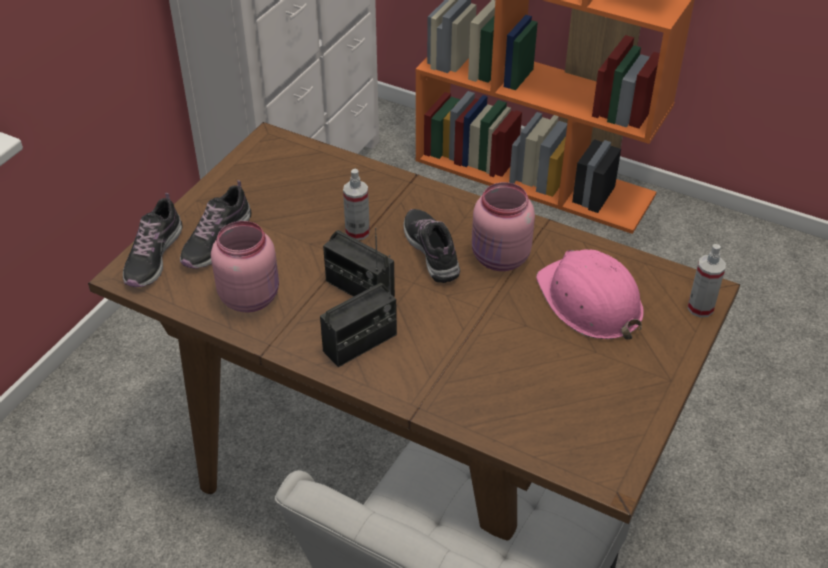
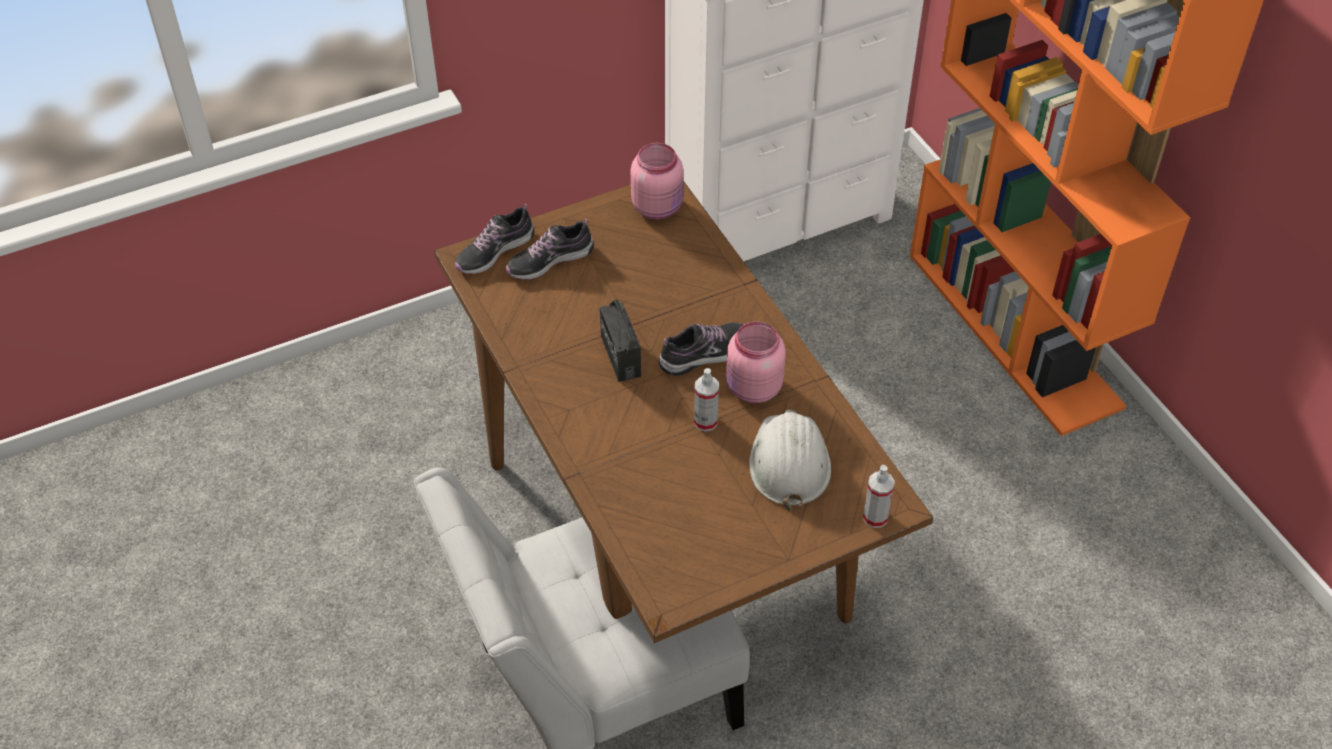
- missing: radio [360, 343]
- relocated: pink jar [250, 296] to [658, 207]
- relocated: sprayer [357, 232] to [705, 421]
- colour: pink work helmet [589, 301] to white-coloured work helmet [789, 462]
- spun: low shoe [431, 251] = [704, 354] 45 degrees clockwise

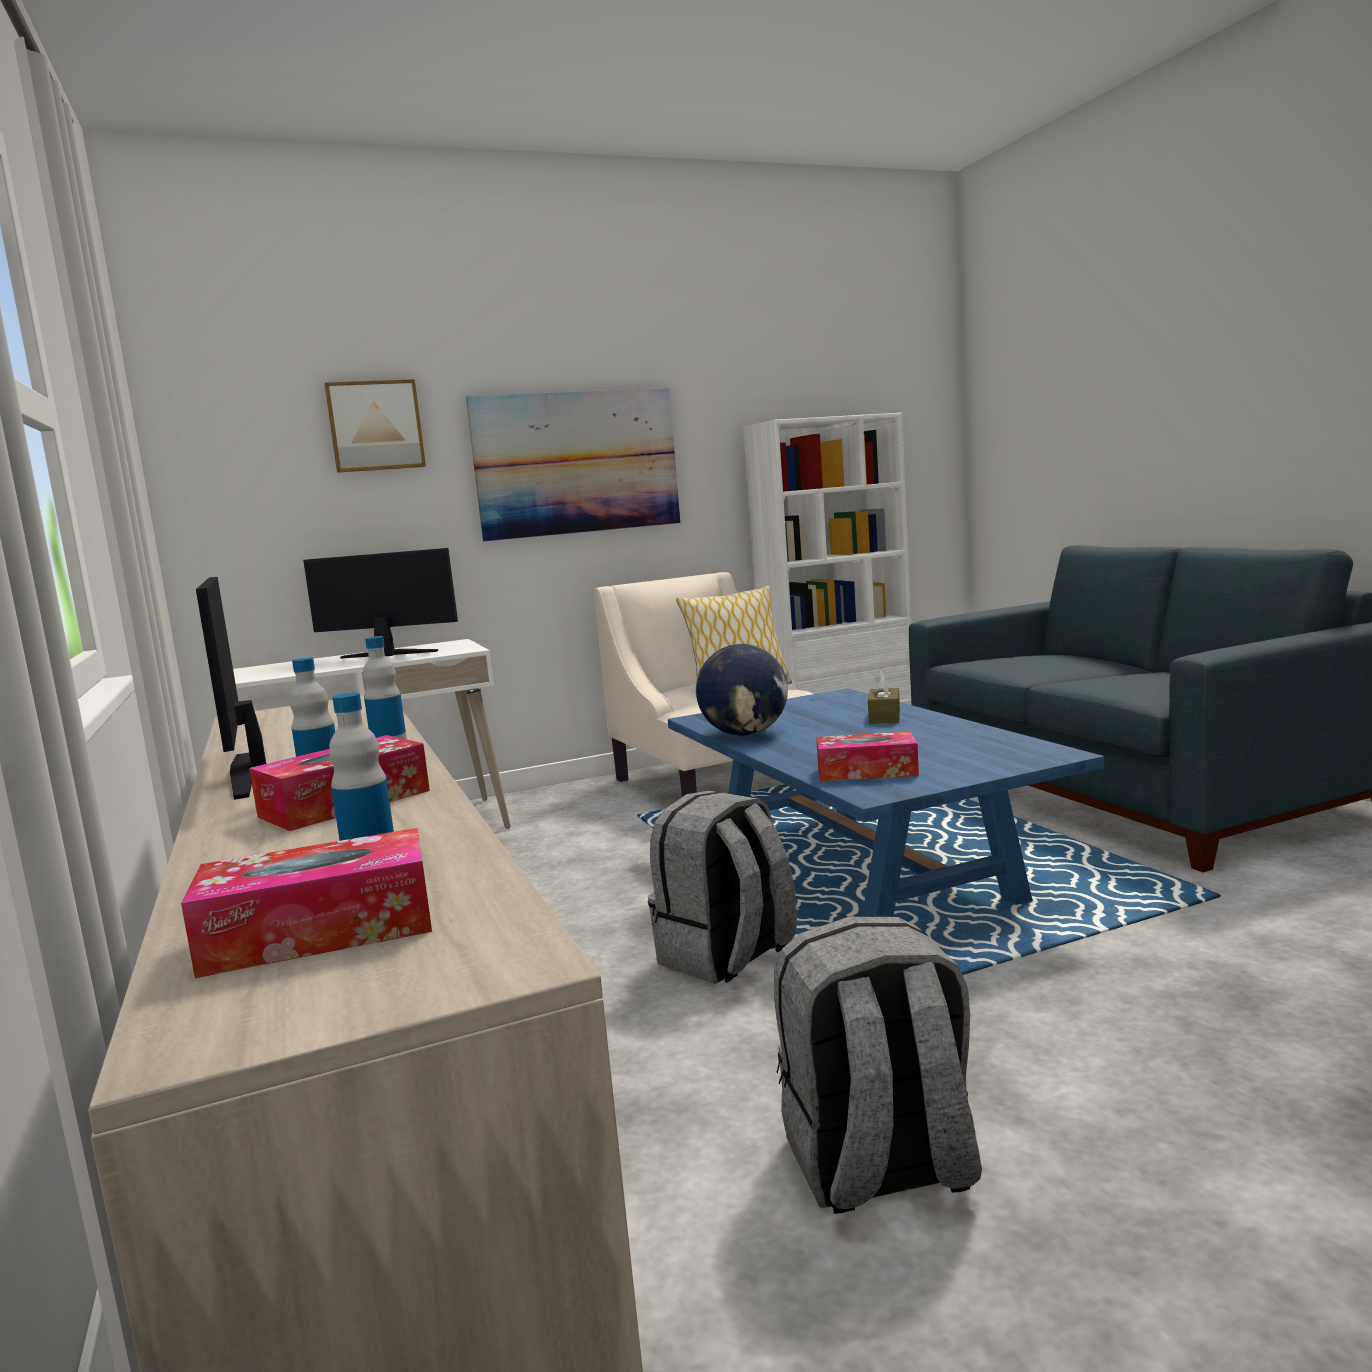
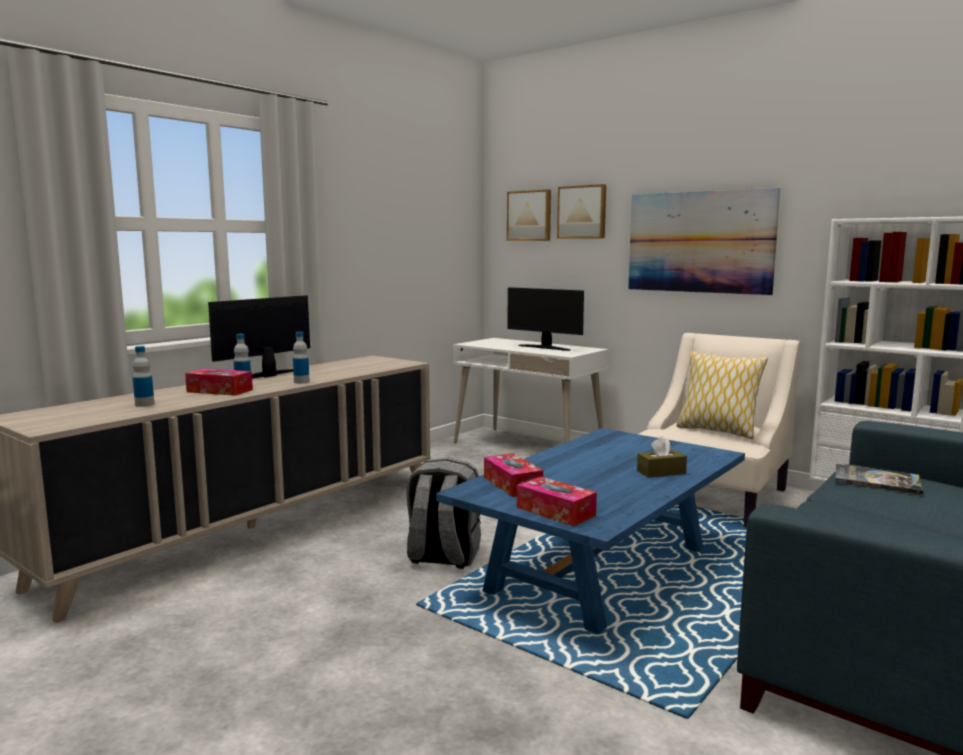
- missing: world globe [745, 734]
- missing: grey knapsack [879, 1167]
- appeared: wall picture [530, 216]
- appeared: bound book [877, 480]
- relocated: tissue holder [320, 931] to [555, 511]
- spun: monitor [387, 655] = [545, 347] 150 degrees clockwise

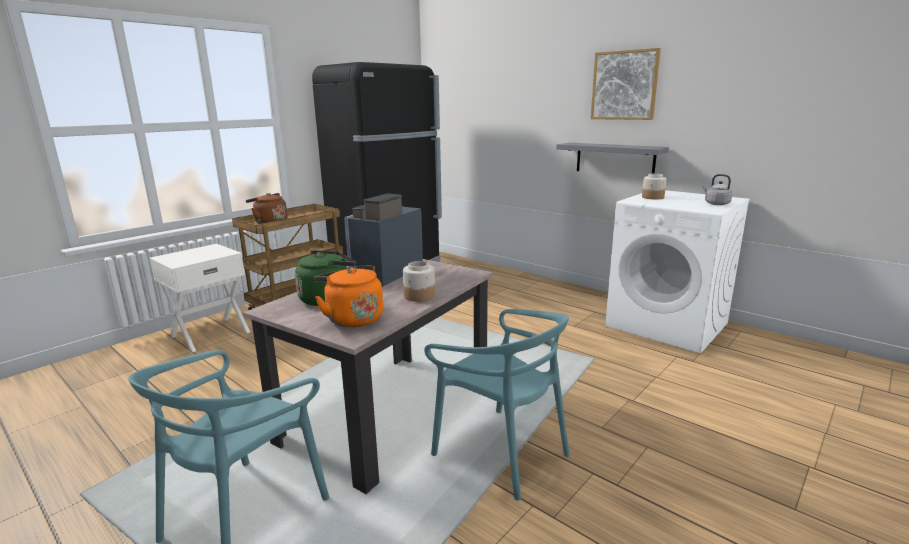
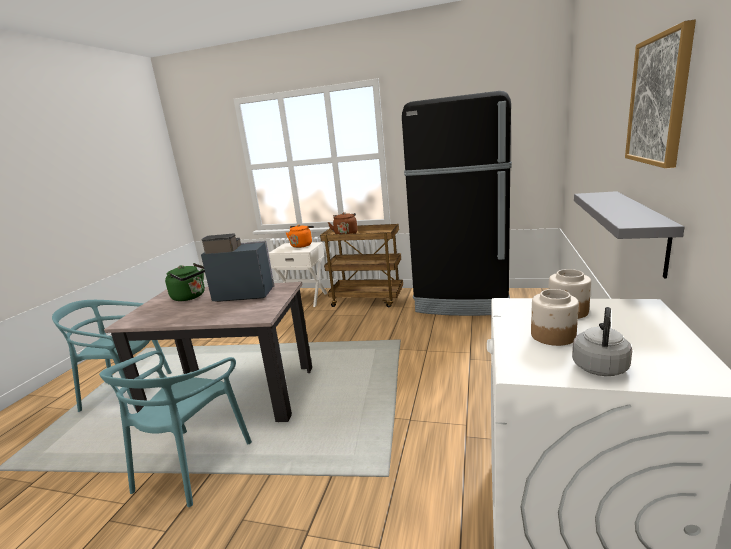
- relocated: orange-coloured water kettle [352, 318] to [302, 245]
- relocated: jar [419, 296] to [552, 336]

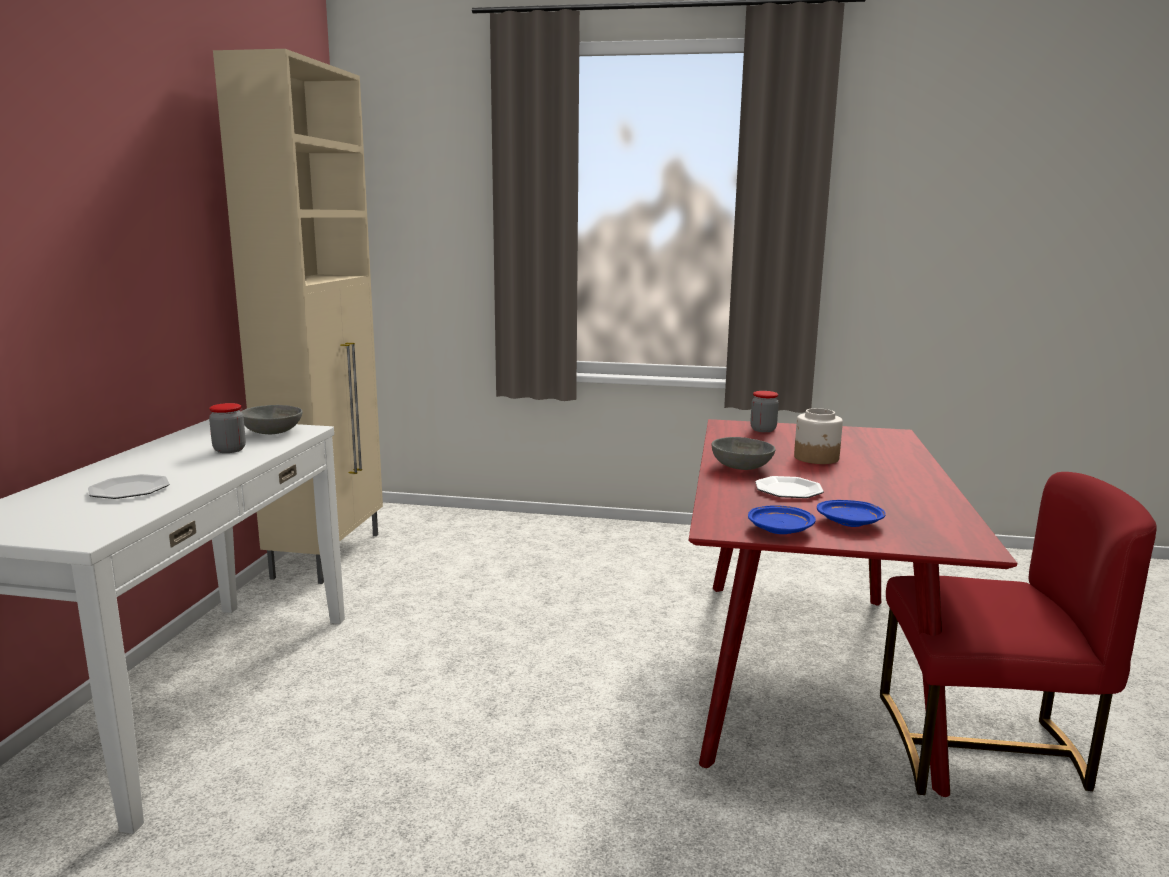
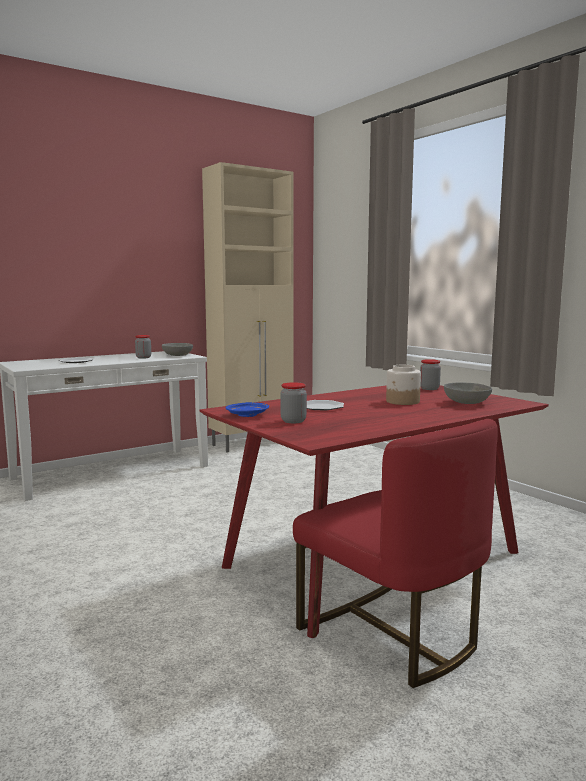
- relocated: grey serving bowl [742, 467] to [467, 403]
- exchanged: bluish dinner plate [850, 523] to jar [293, 421]

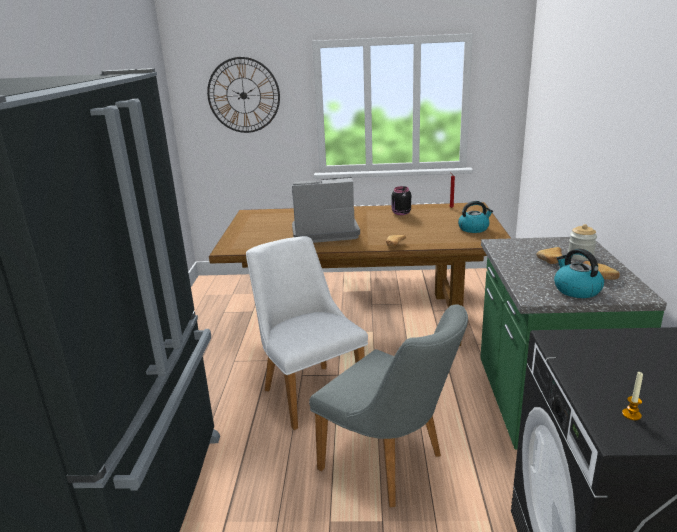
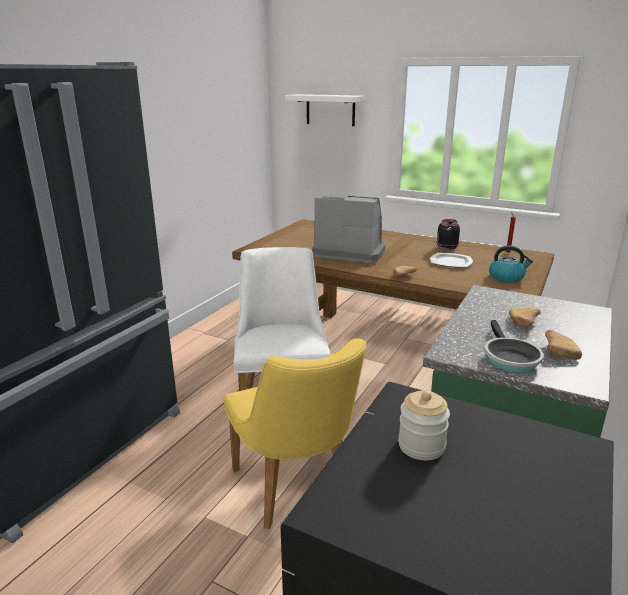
- missing: wax candle [631, 414]
- appeared: dinner plate [451, 262]
- relocated: jar [580, 256] to [421, 446]
- exchanged: hanging clock [243, 95] to white-coloured shelf [330, 110]
- exchanged: water kettle [576, 290] to frying pan [509, 358]
- colour: grey plain chair [391, 465] to yellowish plain chair [297, 491]

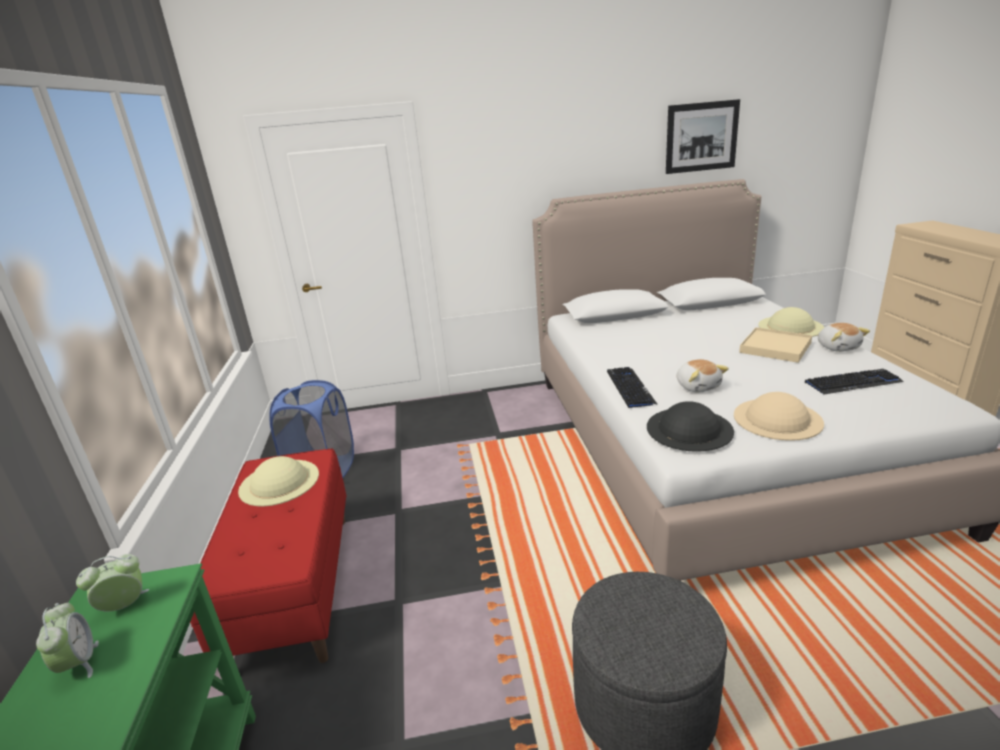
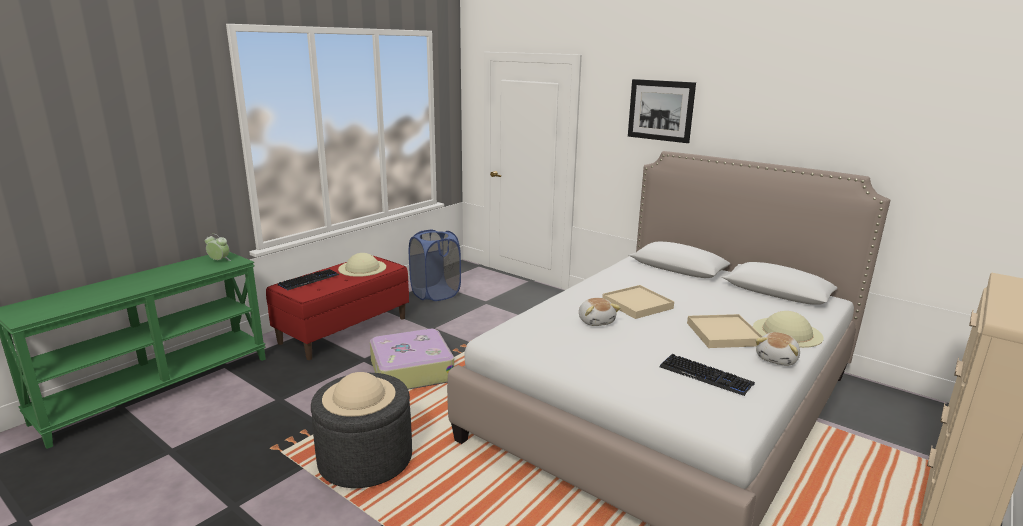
- missing: bedside clock [79, 663]
- missing: black-coloured wearable hat [689, 428]
- appeared: piece of luggage [410, 370]
- appeared: sand-coloured carrying tray [637, 304]
- relocated: PC keyboard [630, 388] to [309, 280]
- relocated: wall picture [701, 137] to [660, 110]
- relocated: sand-coloured wearable hat [777, 419] to [359, 396]
- spun: cuddly toy [698, 386] = [596, 321] 45 degrees counterclockwise

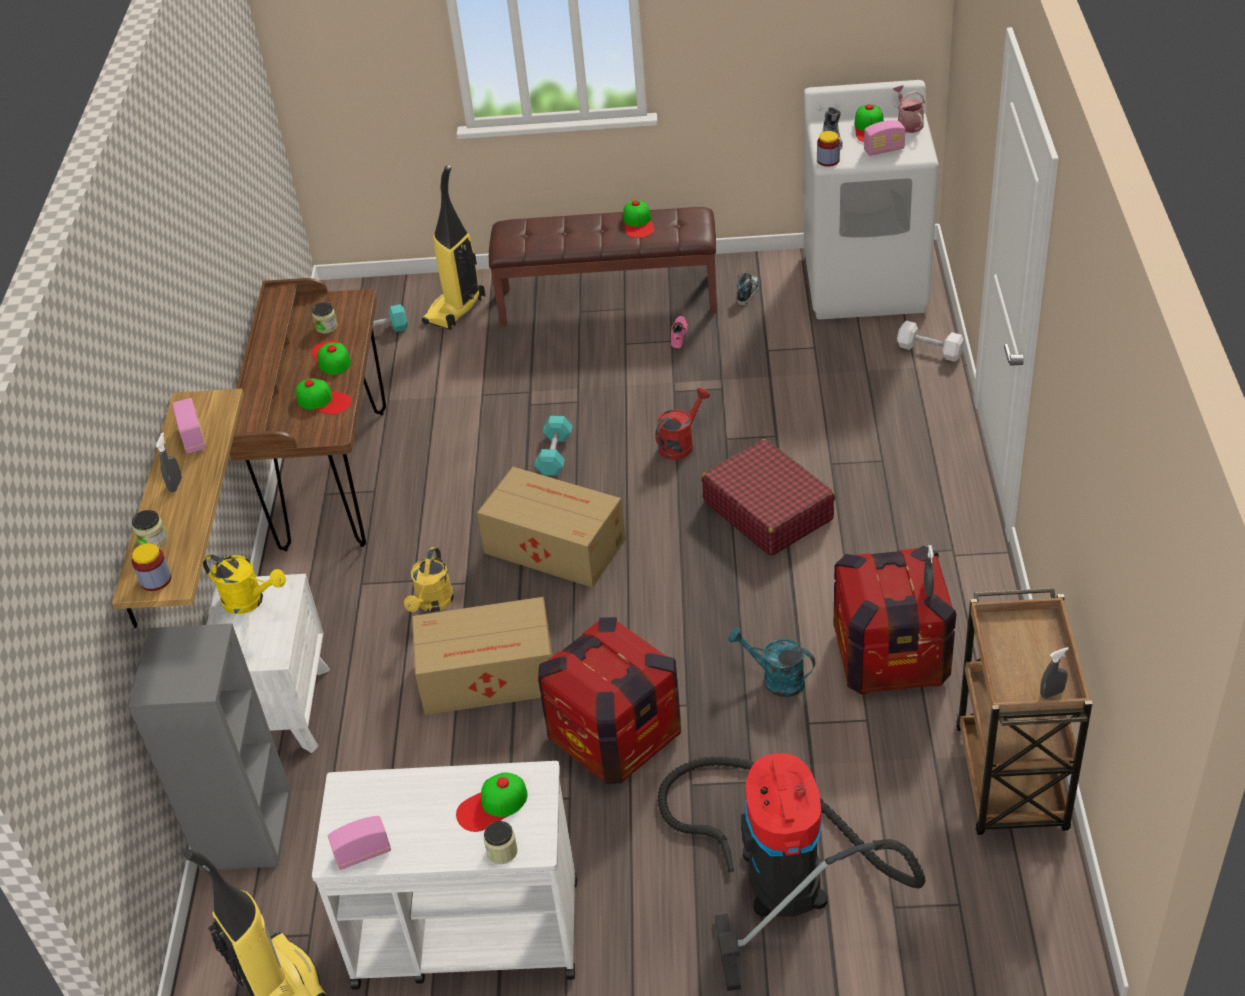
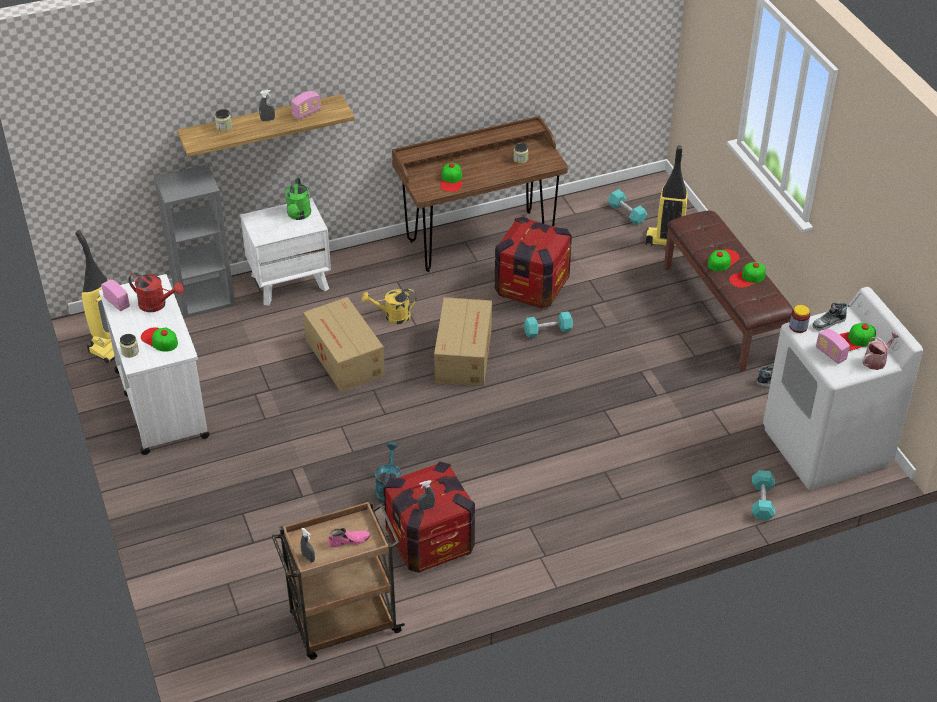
- missing: jar [156, 580]
- missing: vacuum [779, 868]
- missing: red piece of luggage [768, 510]
- relocated: peaked cap [331, 357] to [723, 260]
- relocated: crate [615, 735] to [532, 287]
- relocated: red watering can [680, 443] to [157, 304]
- relocated: pink low shoe [678, 335] to [349, 540]
- colour: yellowish watering can [250, 601] to green-coloured watering can [298, 215]
- colour: white-coloured free weight [930, 350] to blue-green free weight [762, 501]

